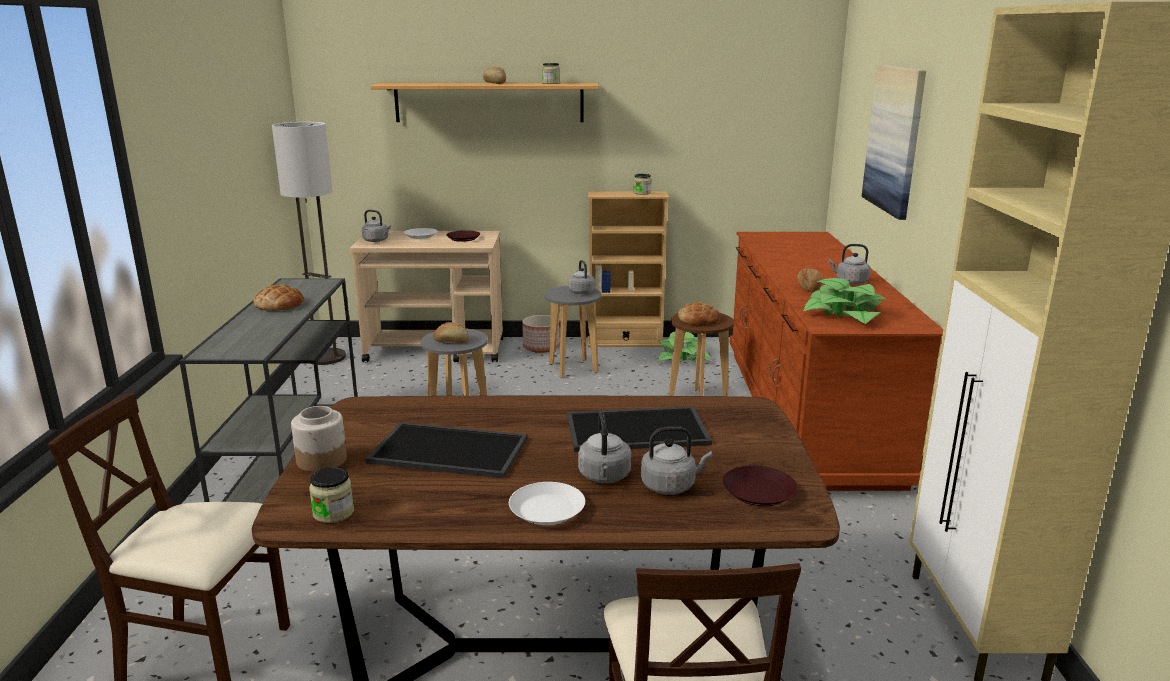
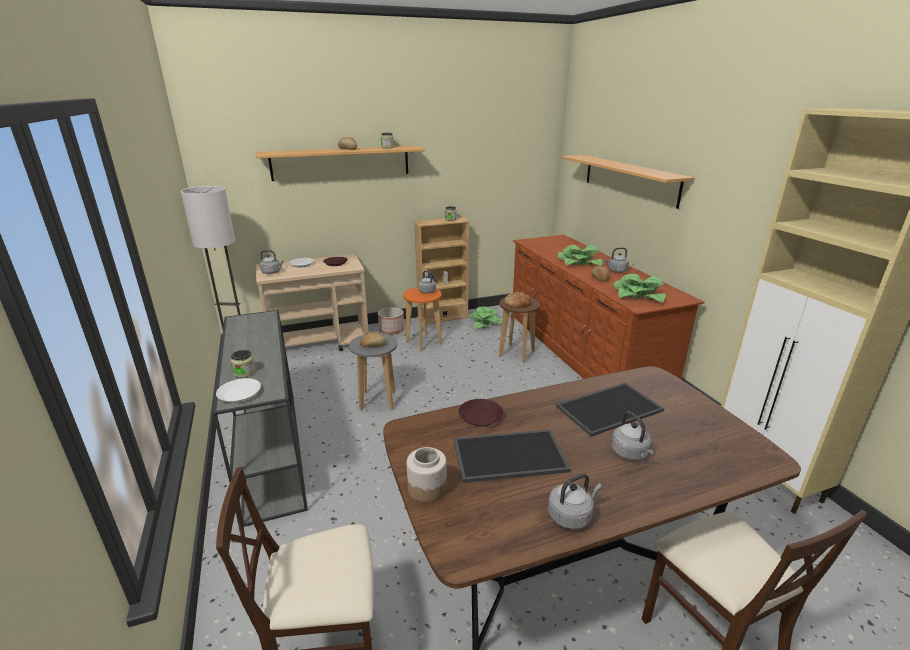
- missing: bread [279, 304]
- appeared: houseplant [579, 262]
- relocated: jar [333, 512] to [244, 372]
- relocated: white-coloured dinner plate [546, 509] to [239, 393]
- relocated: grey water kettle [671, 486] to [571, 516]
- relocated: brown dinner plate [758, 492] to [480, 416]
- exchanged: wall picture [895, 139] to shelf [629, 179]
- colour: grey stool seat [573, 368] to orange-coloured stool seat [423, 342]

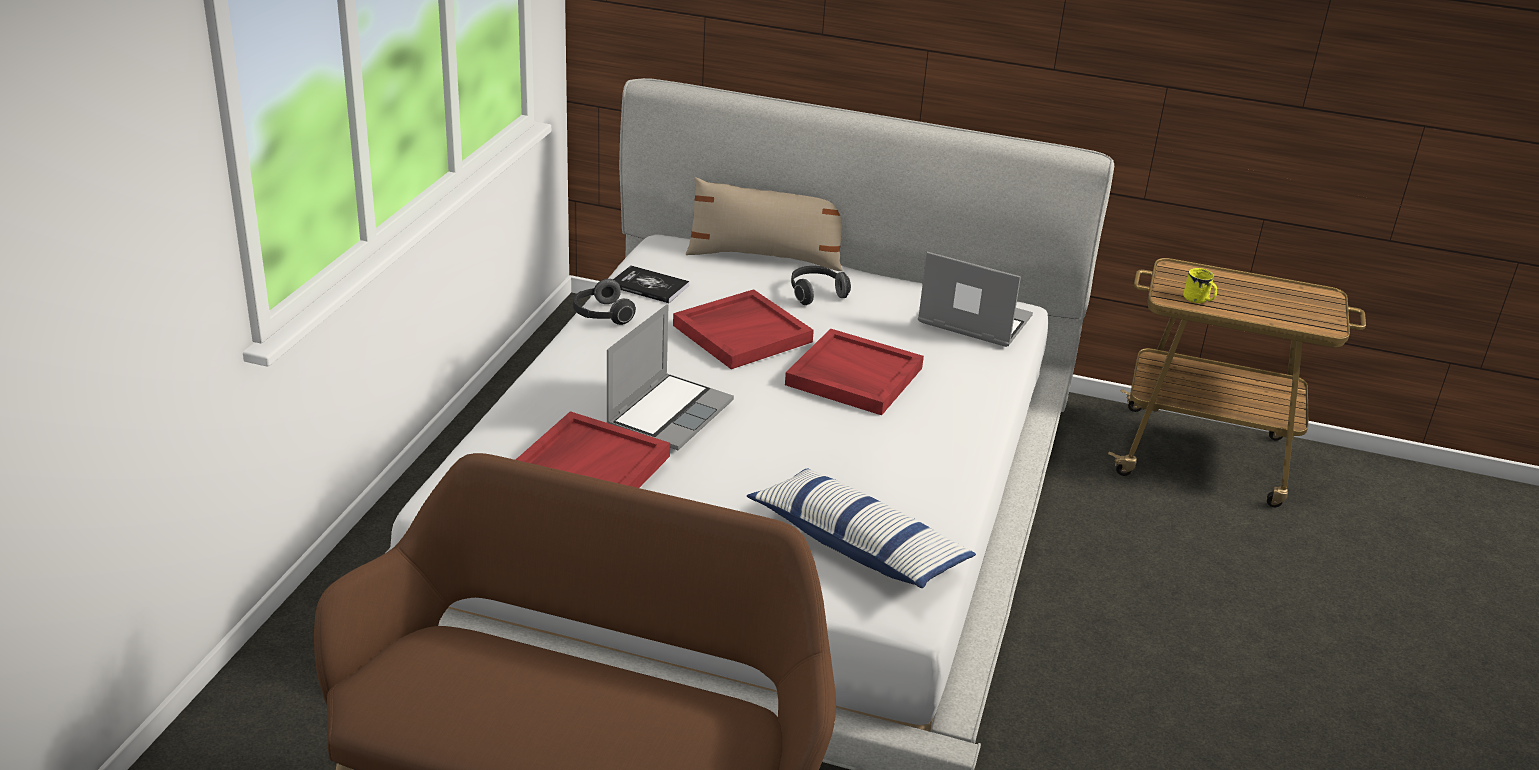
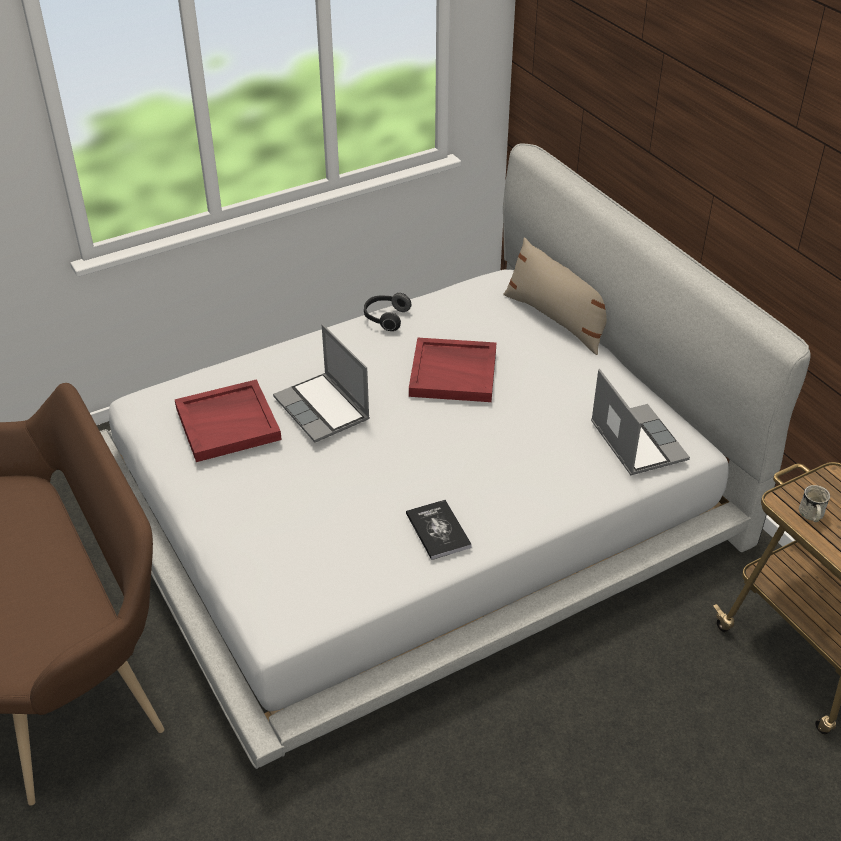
- missing: cushion [858, 545]
- missing: red carrying tray [853, 376]
- missing: pair of headphones [815, 294]
- relocated: bound book [649, 286] to [438, 530]
- colour: yellowish mug [1198, 300] to white-coloured mug [811, 516]
- spun: laptop [669, 413] = [323, 409] 75 degrees clockwise

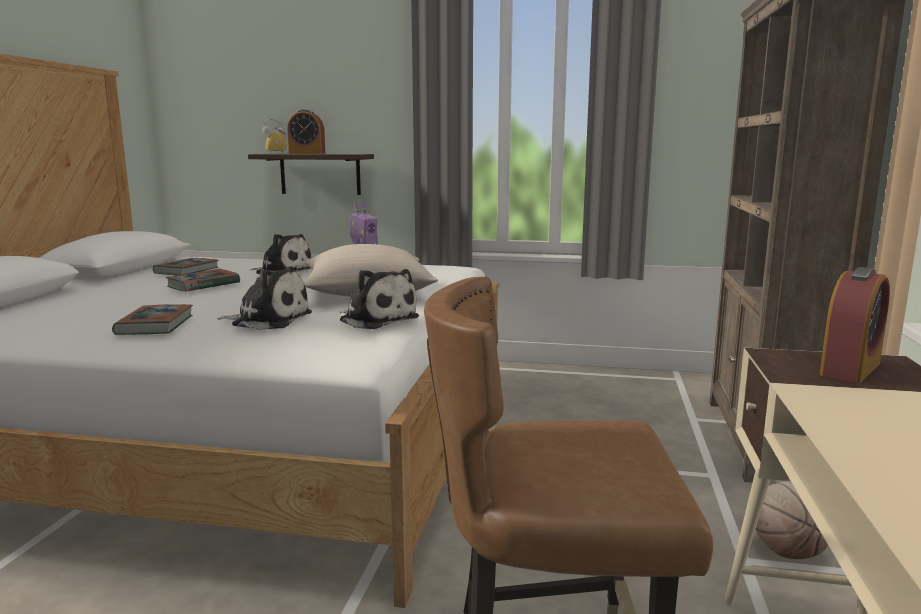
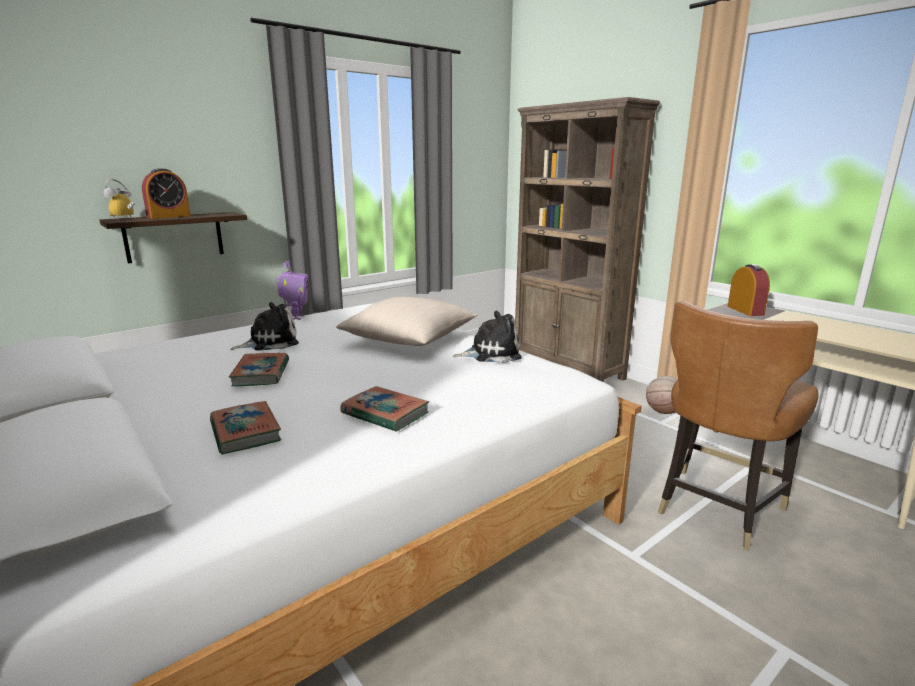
- missing: cuddly toy [268, 320]
- relocated: bound book [187, 271] to [245, 432]

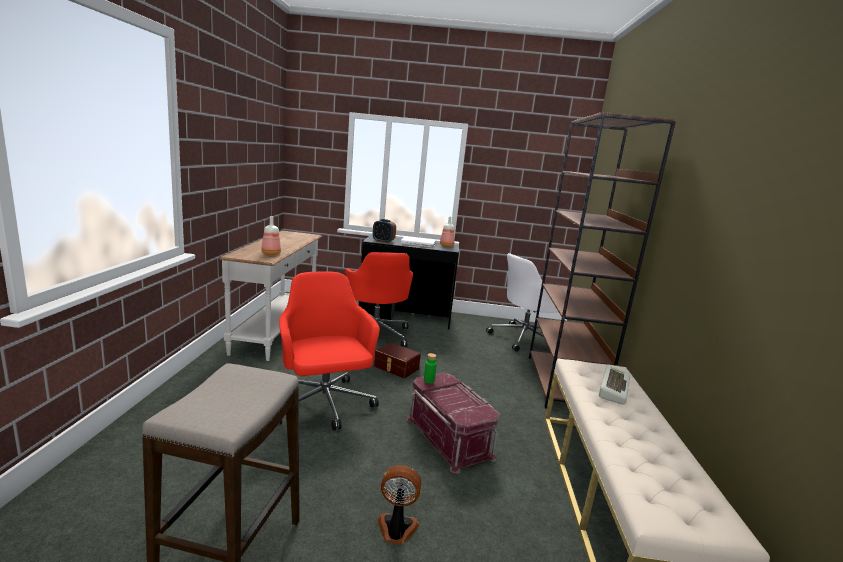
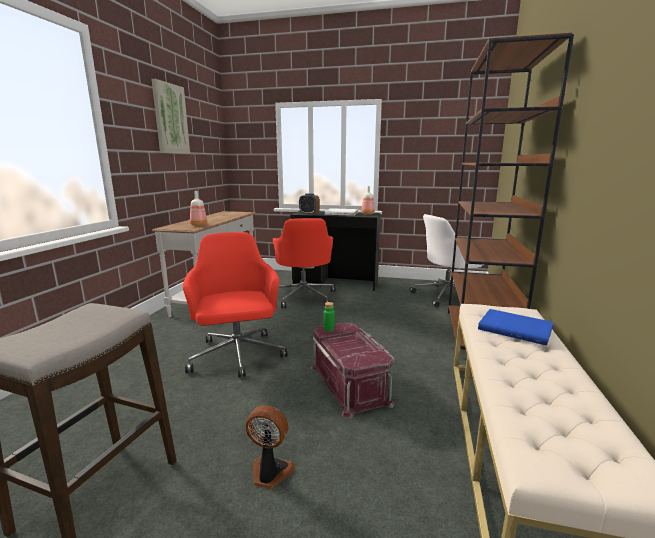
- missing: brown storage box [396, 368]
- appeared: wall picture [170, 119]
- exchanged: PC keyboard [612, 388] to bluish bound book [515, 328]

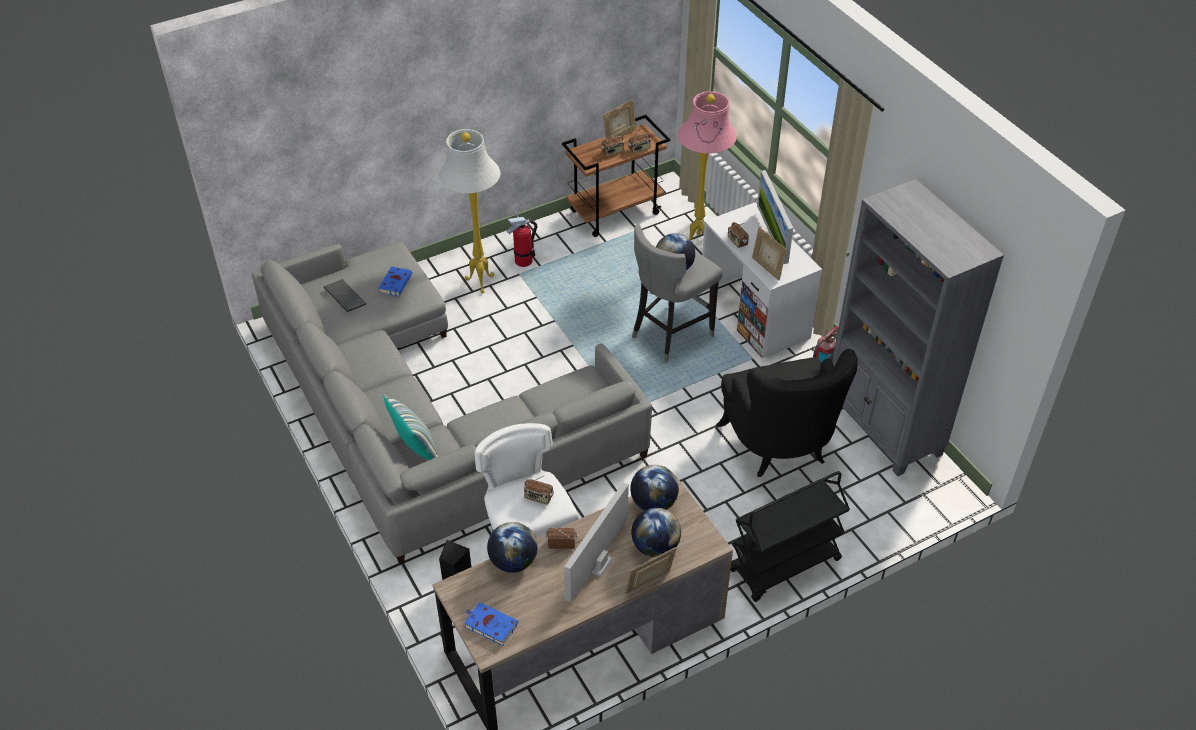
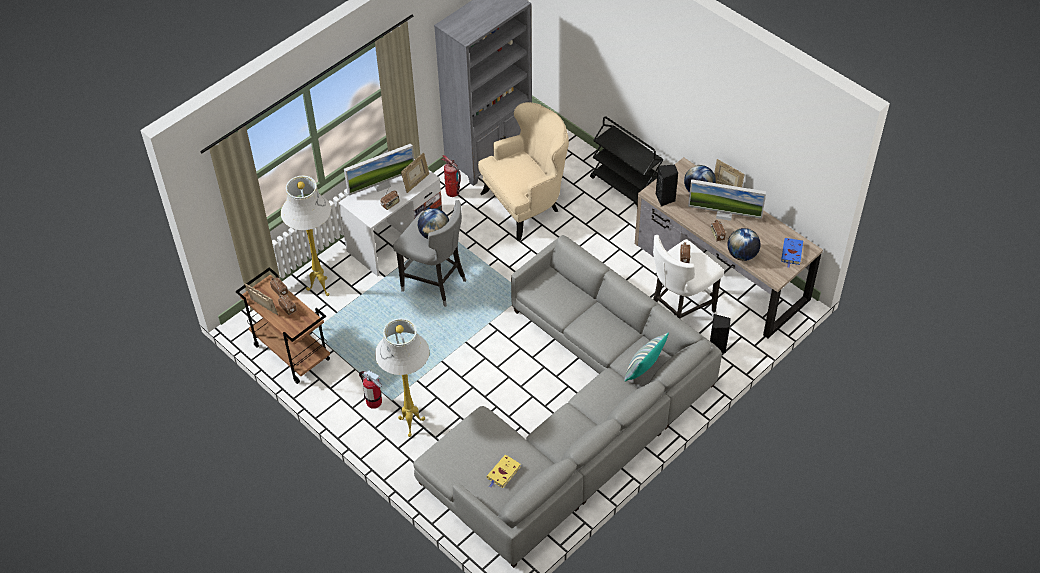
- missing: bluish bound book [396, 282]
- exchanged: PC keyboard [343, 296] to yellowish bound book [503, 473]
- exchanged: world globe [653, 503] to black-coloured loudspeaker [665, 199]
- colour: pink floor lamp [699, 244] to white-coloured floor lamp [320, 287]
- colour: black-coloured lounge chair [780, 446] to sand-coloured lounge chair [526, 204]

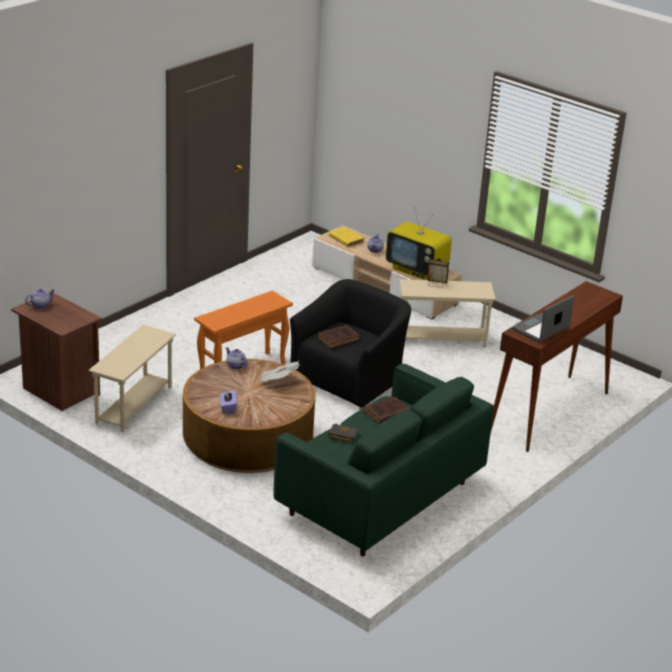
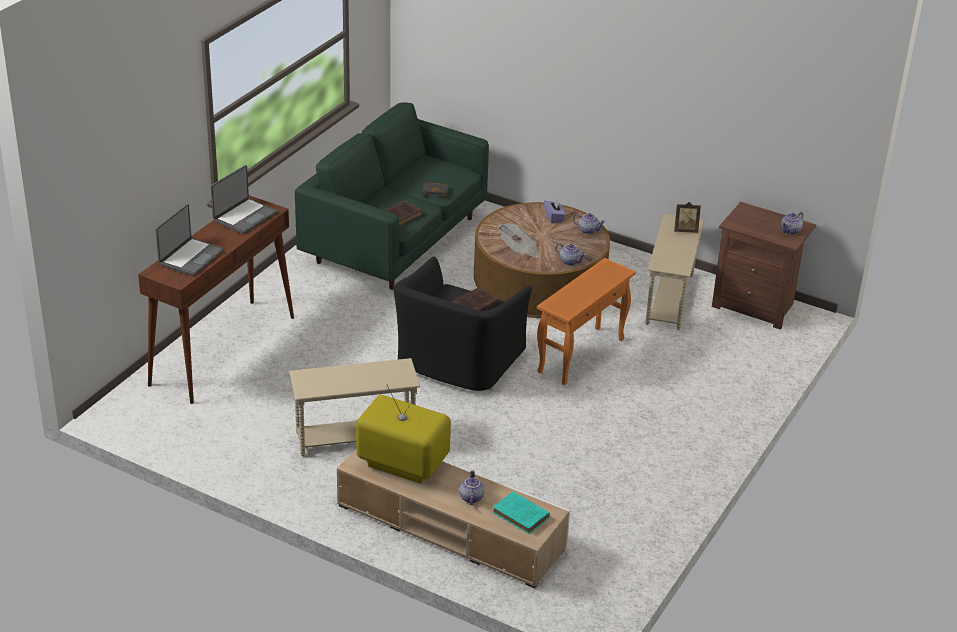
- appeared: laptop [190, 257]
- appeared: teapot [588, 230]
- relocated: picture frame [436, 284] to [685, 230]
- colour: yellowish bound book [345, 239] to blue-green bound book [522, 516]

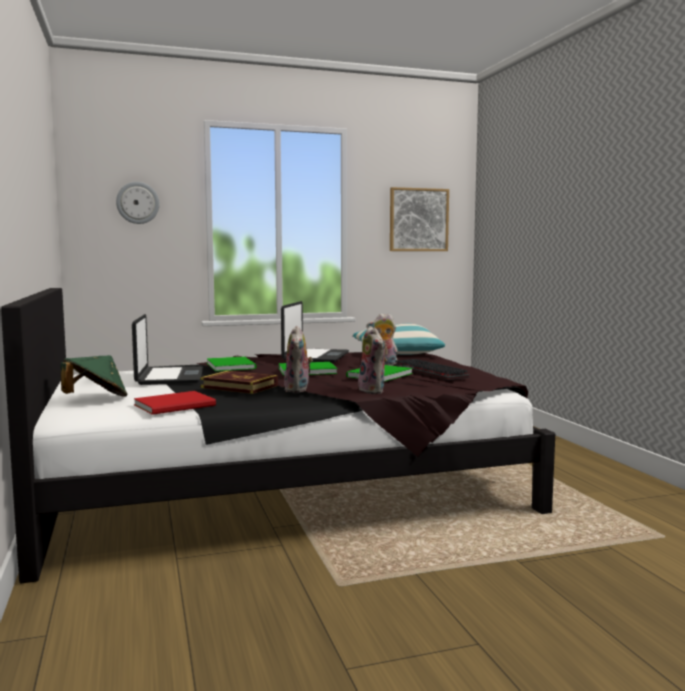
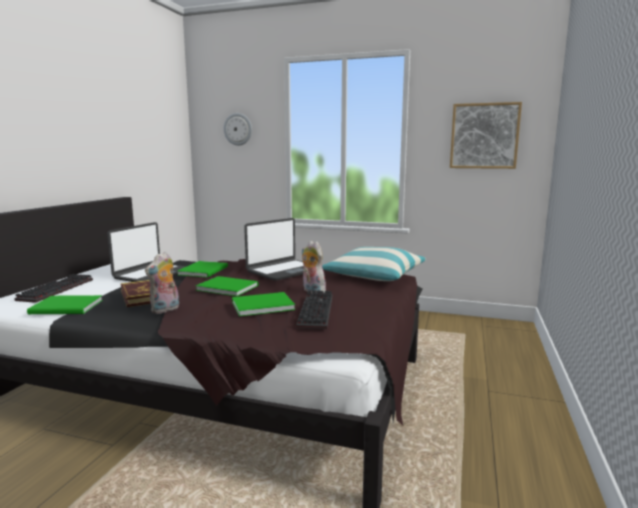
- missing: cuddly toy [374, 391]
- exchanged: green-coloured wearable hat [96, 399] to PC keyboard [56, 289]
- colour: red bound book [177, 405] to green-coloured bound book [67, 307]

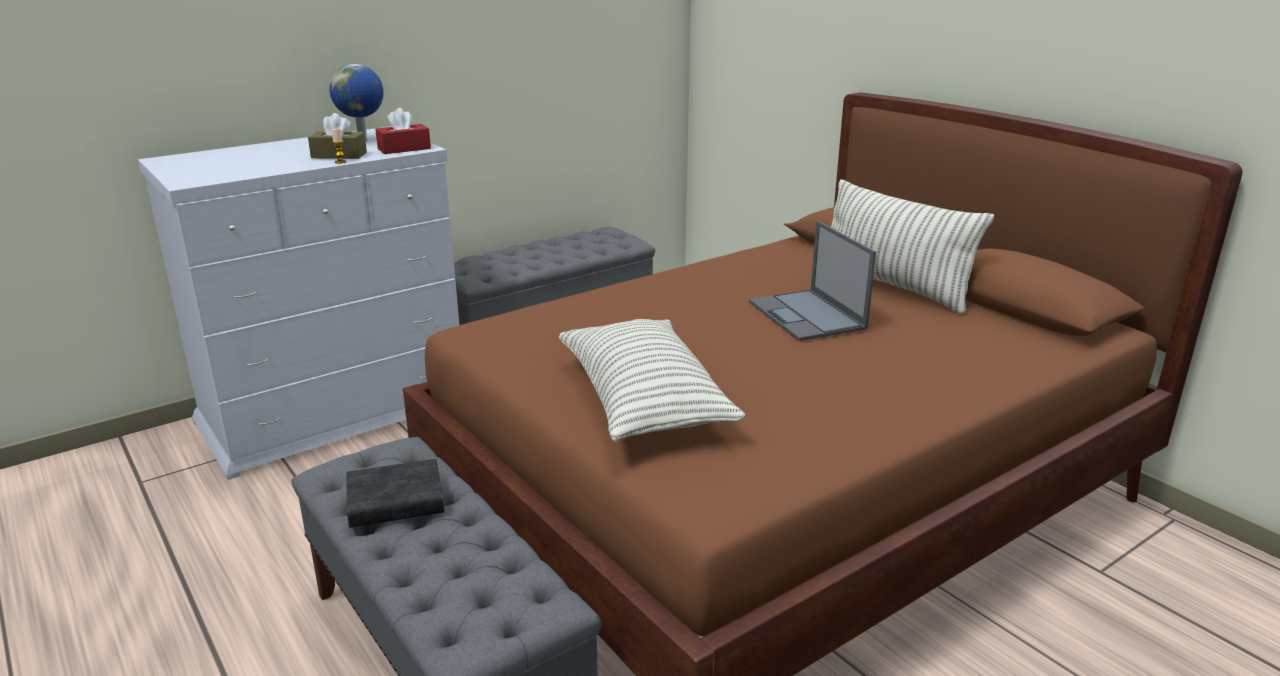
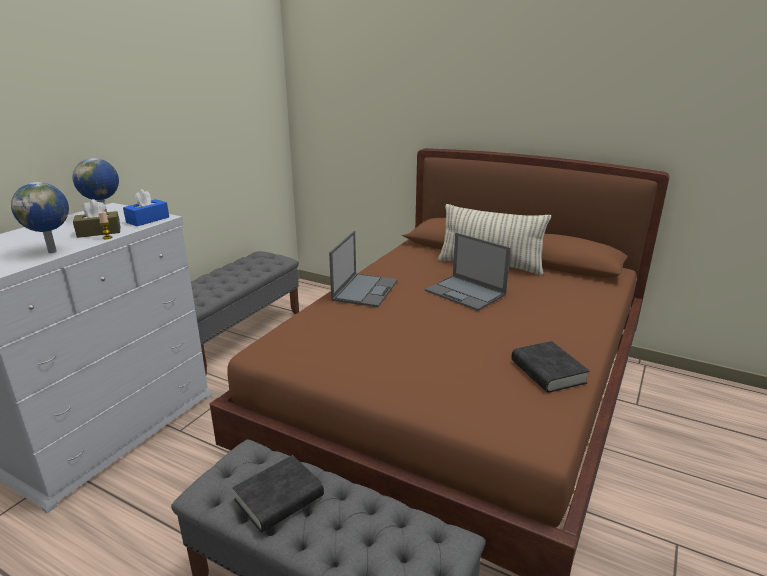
- missing: cushion [643, 403]
- appeared: world globe [53, 251]
- appeared: laptop [365, 290]
- appeared: black-coloured bound book [547, 372]
- colour: red tissue holder [404, 149] to bluish tissue holder [148, 220]

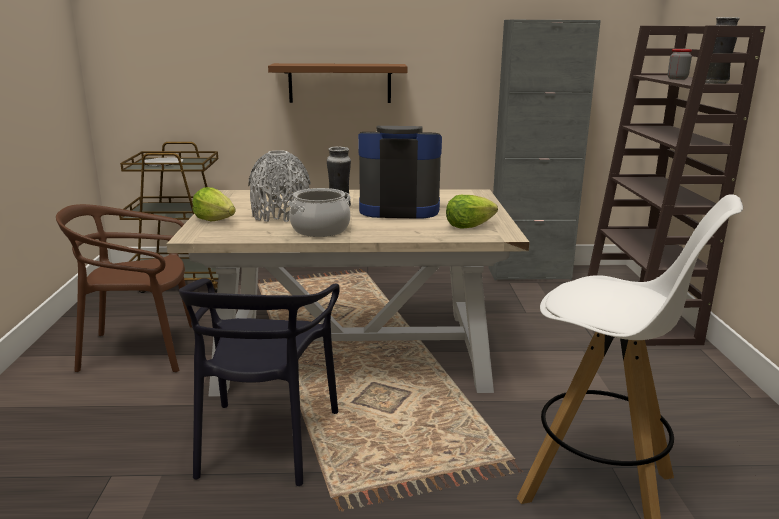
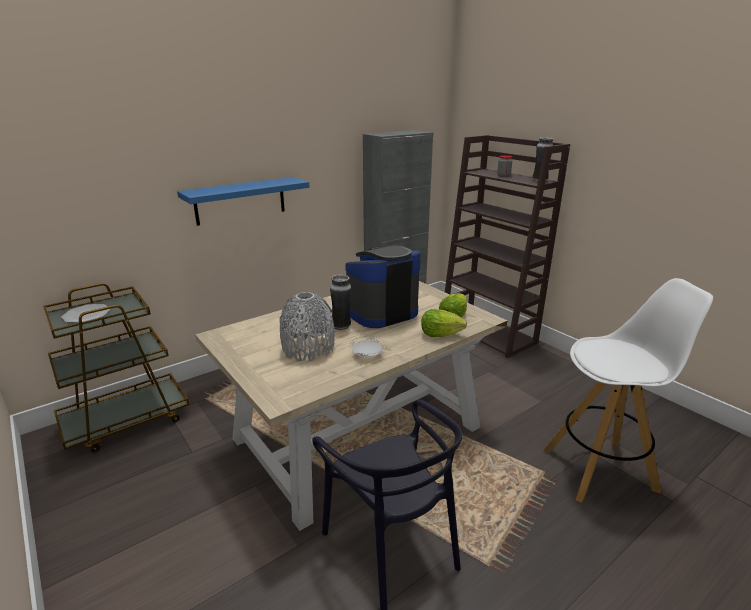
- missing: brown plain chair [140, 350]
- relocated: lettuce head [215, 220] to [440, 334]
- exchanged: stockpot [320, 230] to white-coloured dinner plate [367, 355]
- colour: brown shelf [340, 83] to bluish shelf [240, 200]

